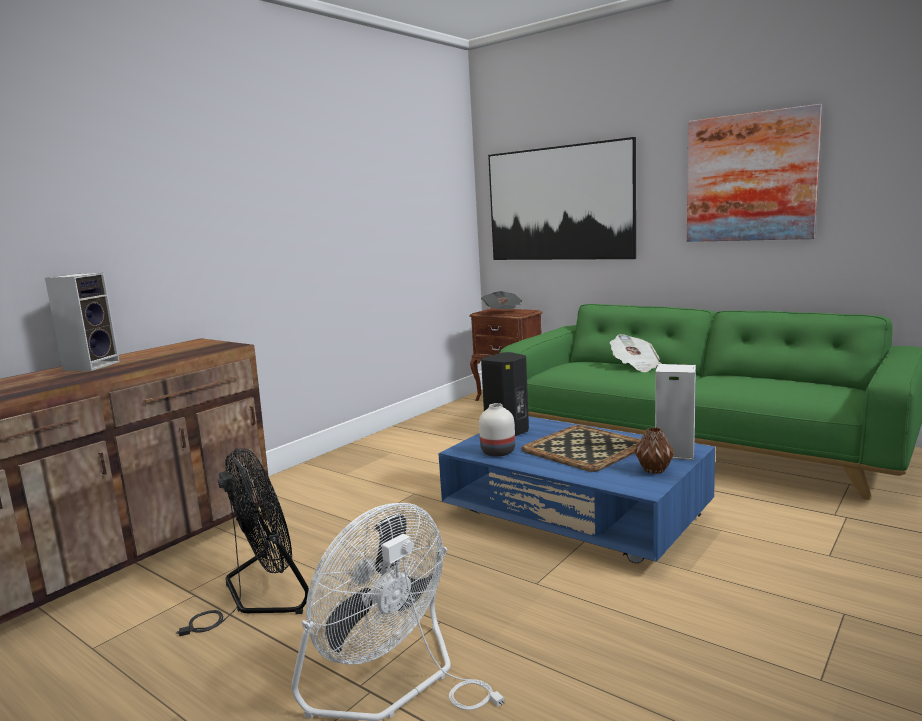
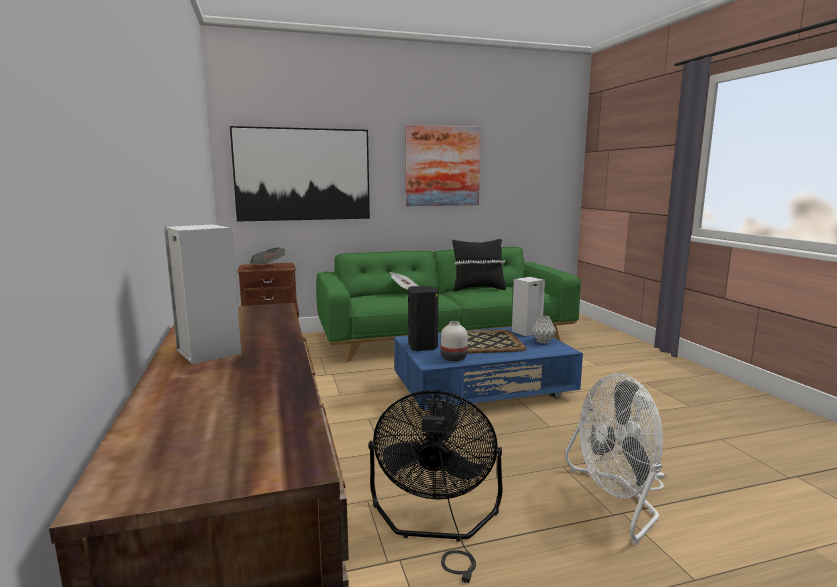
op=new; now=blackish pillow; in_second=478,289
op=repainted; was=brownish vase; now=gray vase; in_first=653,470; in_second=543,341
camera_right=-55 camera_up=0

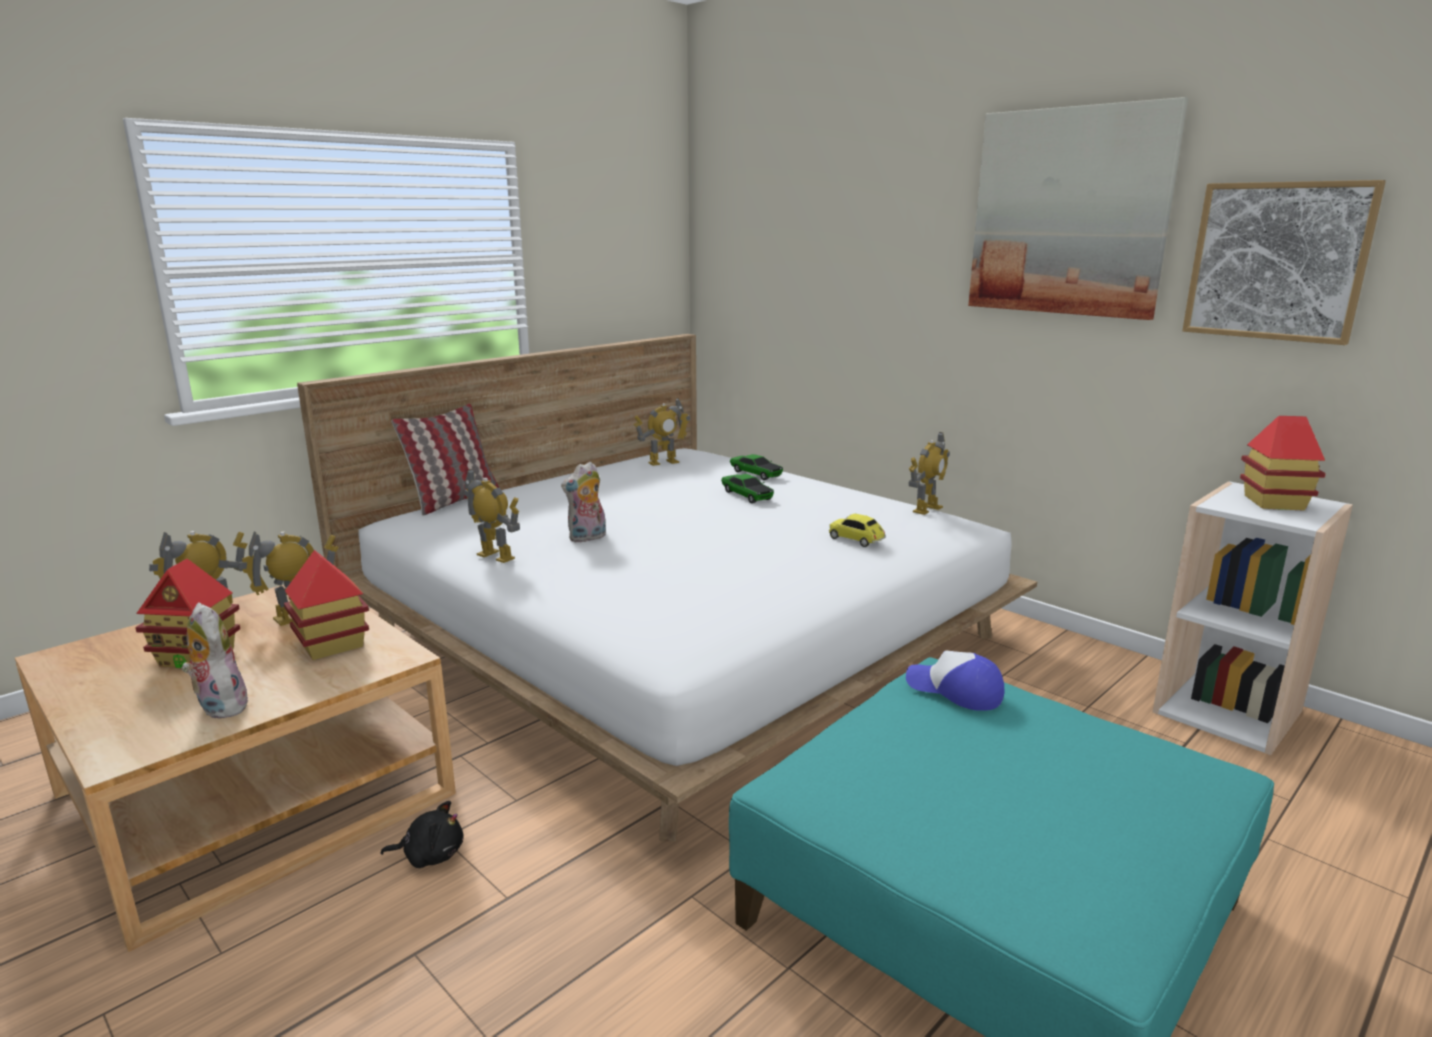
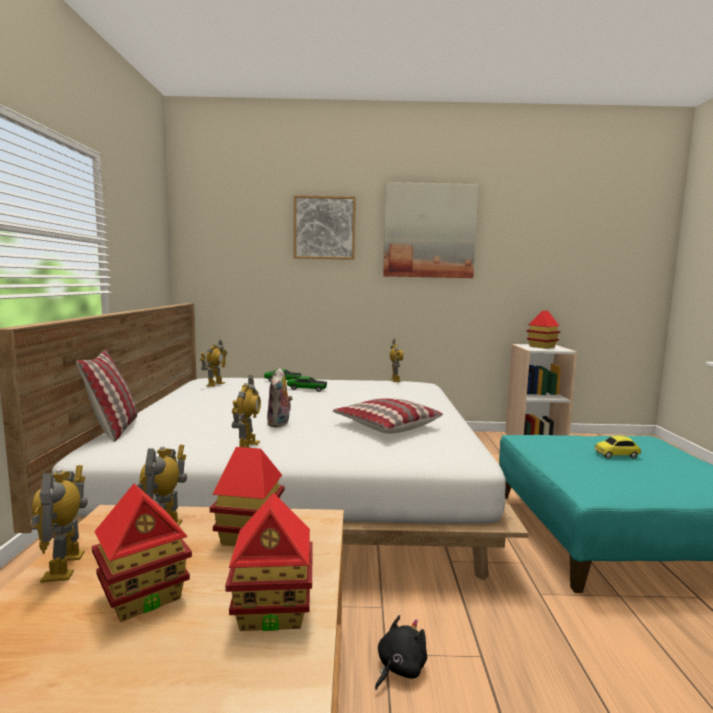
op=swapped; was=cuddly toy; now=model house; in_first=219,706; in_second=273,611
op=rotated; was=toy robot; in_first=496,556; in_second=247,446; clockwise=105
op=shifted; was=picture; in_first=1277,261; in_second=324,228
op=new; now=pillow; in_second=386,425
op=shifted; was=model car; in_first=856,540; in_second=617,455
op=gone; was=peaked cap; in_first=954,690
camera_right=-45 camera_up=-10

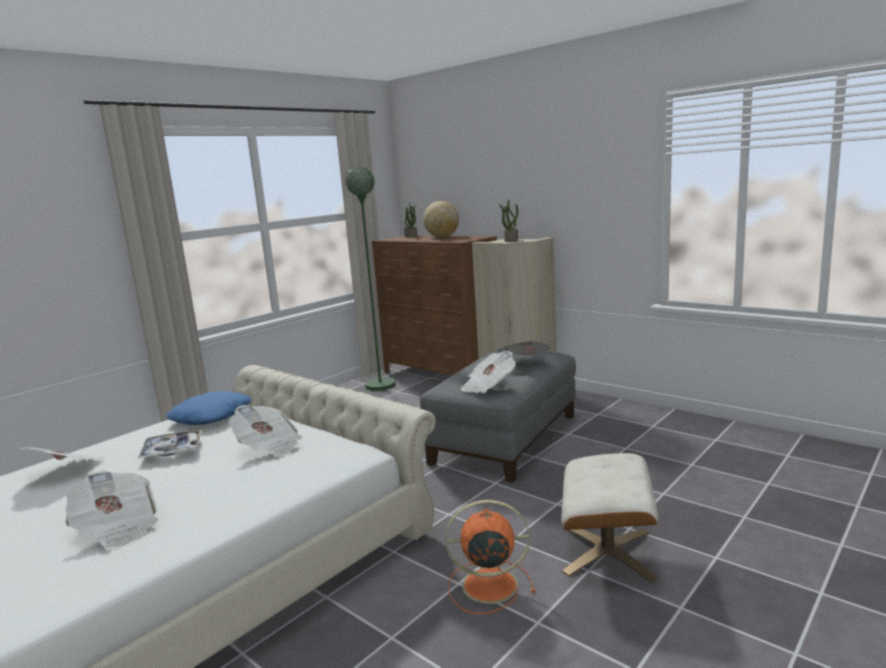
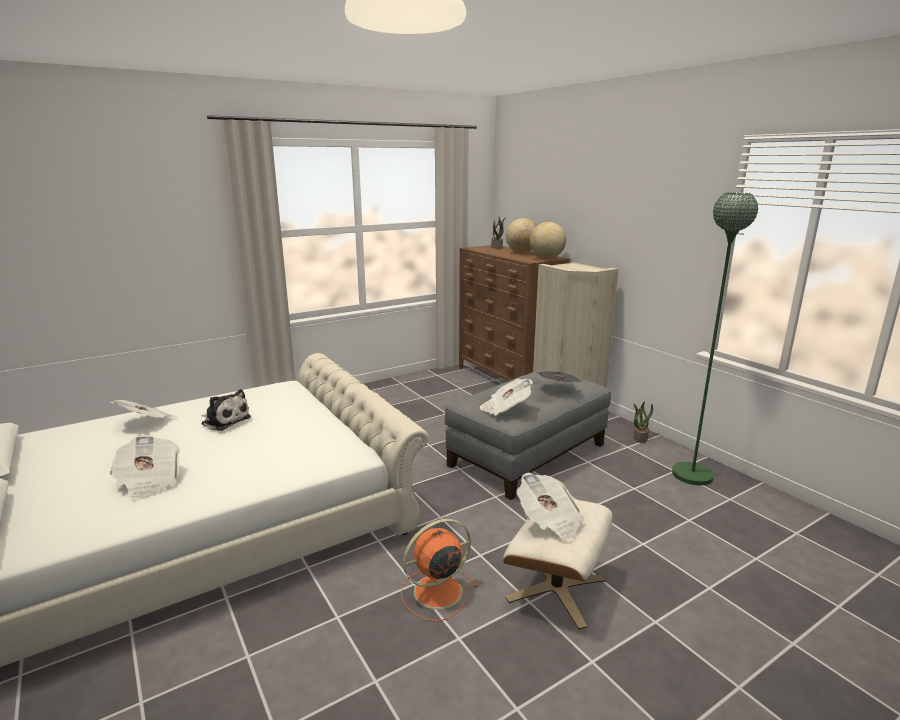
op=swapped; was=carrying tray; now=cuddly toy; in_first=172,450; in_second=225,420
op=rotated; was=orange-coloured cooling fan; in_first=487,585; in_second=435,592; clockwise=-45
op=shifted; was=newspaper; in_first=268,447; in_second=549,521
op=new; now=world globe; in_second=546,258
op=shifted; was=plant in a pot; in_first=510,240; in_second=640,437
op=shifted; was=green-coloured standard lamp; in_first=380,385; in_second=692,475
op=gone; was=blue pillow; in_first=210,416
camera_right=15 camera_up=5

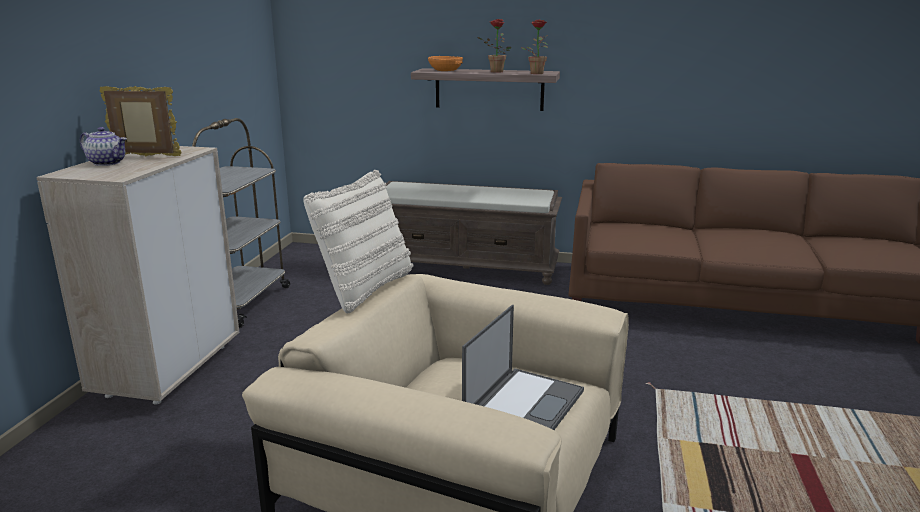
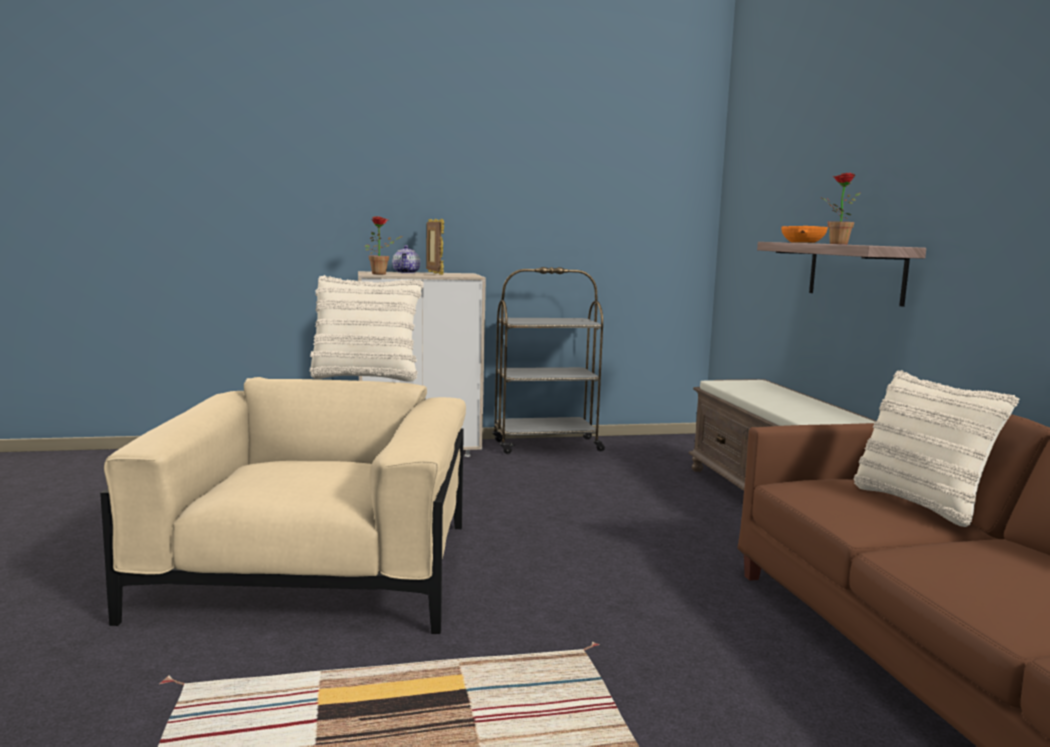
op=shifted; was=plant in a pot; in_first=536,73; in_second=382,274
op=new; now=beige-coloured pillow; in_second=921,505
op=gone; was=notebook computer; in_first=524,404
camera_right=65 camera_up=-10

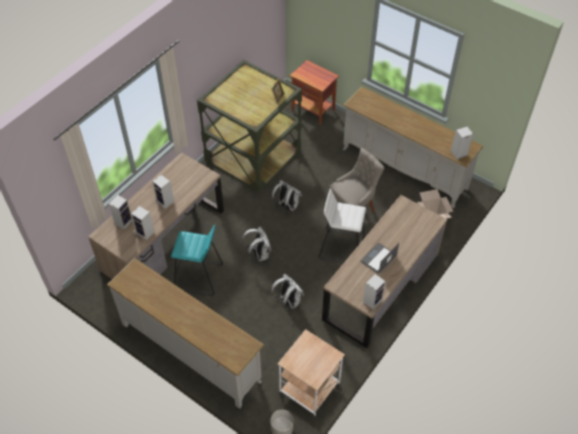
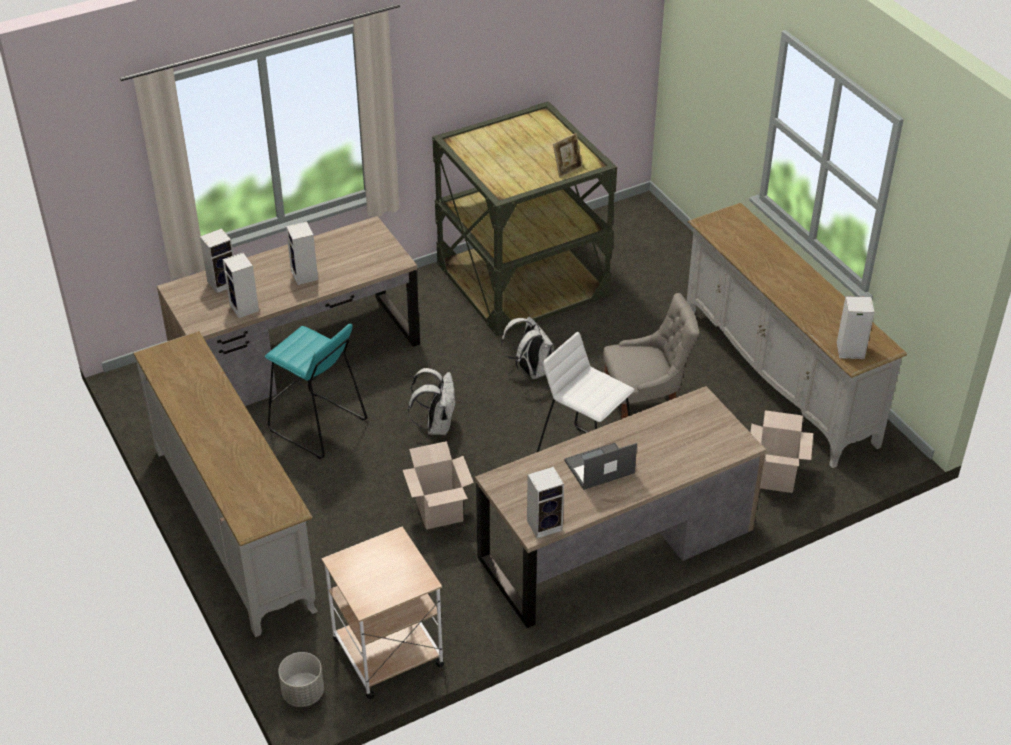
op=swapped; was=white backpack; now=packing box; in_first=288,301; in_second=439,511
op=gone; was=nightstand; in_first=313,110
camera_right=25 camera_up=-10

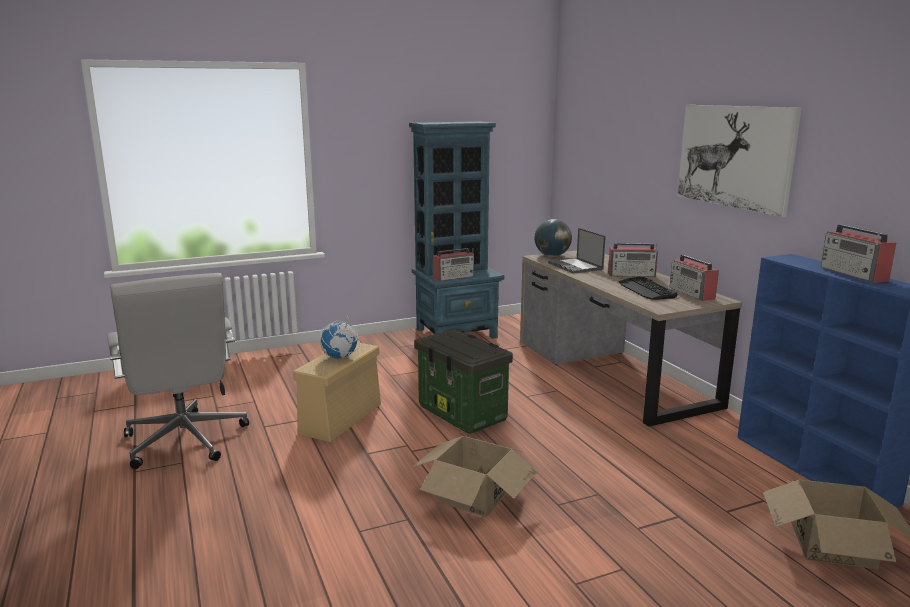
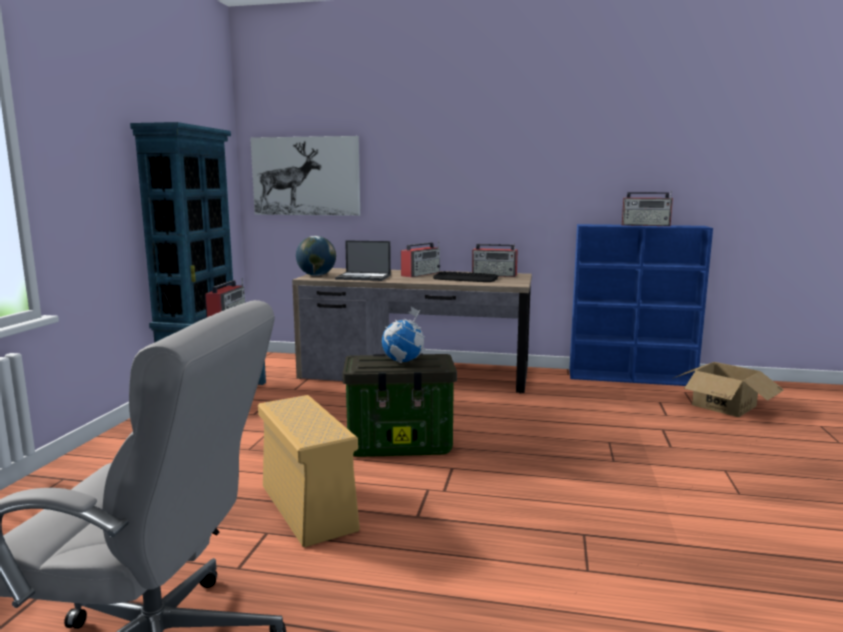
op=shifted; was=picture; in_first=734,156; in_second=306,176
op=shifted; was=world globe; in_first=340,357; in_second=403,361
op=gone; was=packing box; in_first=473,494
camera_right=-55 camera_up=-5

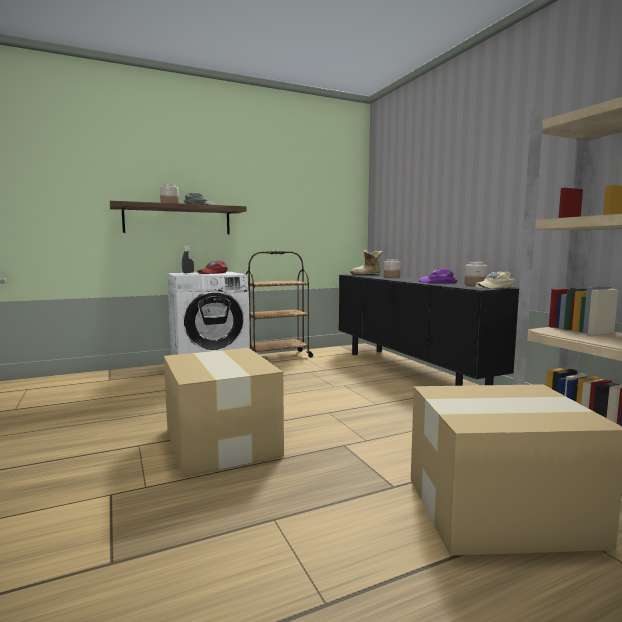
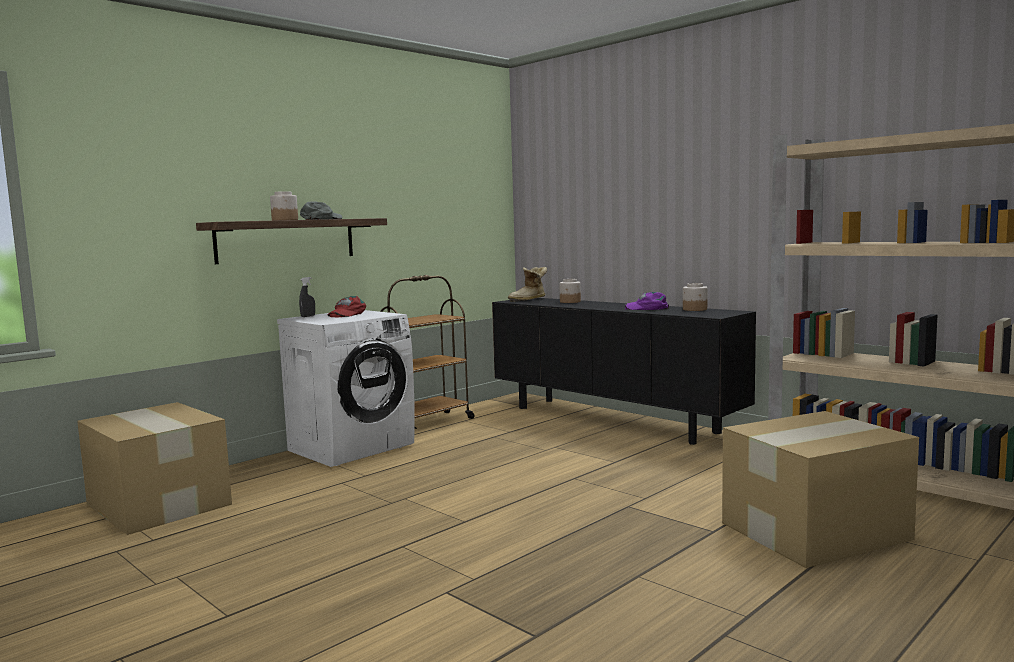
op=shifted; was=packing box; in_first=222,441; in_second=159,503
op=gone; was=beige-coloured peaked cap; in_first=494,287
camera_right=-20 camera_up=0

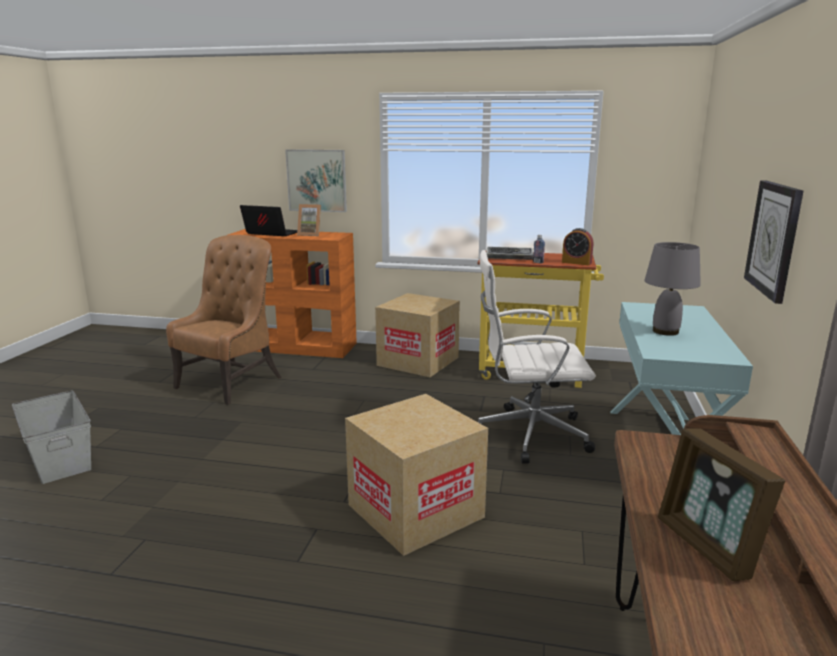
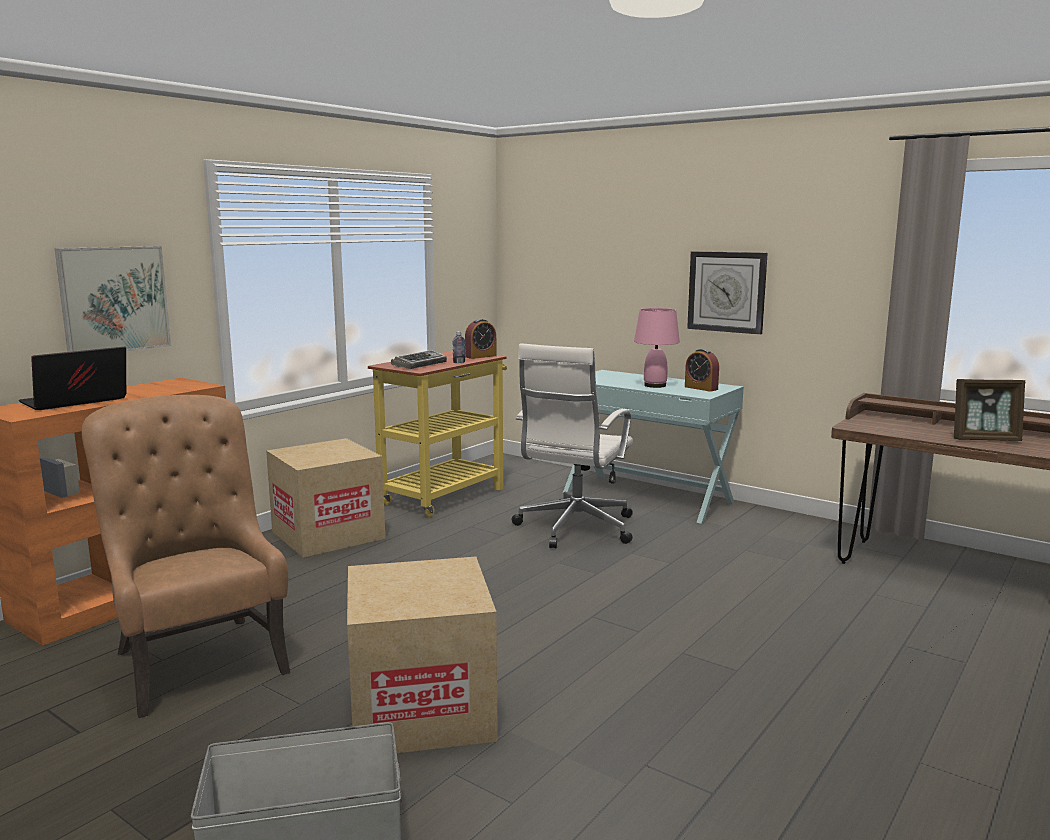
op=shifted; was=packing box; in_first=415,511; in_second=421,710
op=repainted; was=gray tabletop lamp; now=pinkish tabletop lamp; in_first=665,331; in_second=654,385
op=new; now=alarm clock; in_second=701,388
op=gone; was=photo frame; in_first=310,234
camera_right=-65 camera_up=-5

